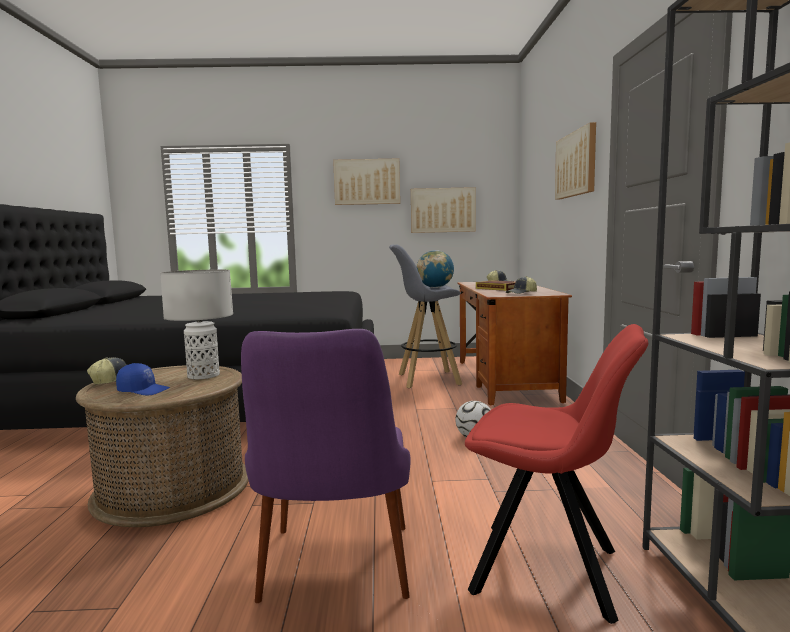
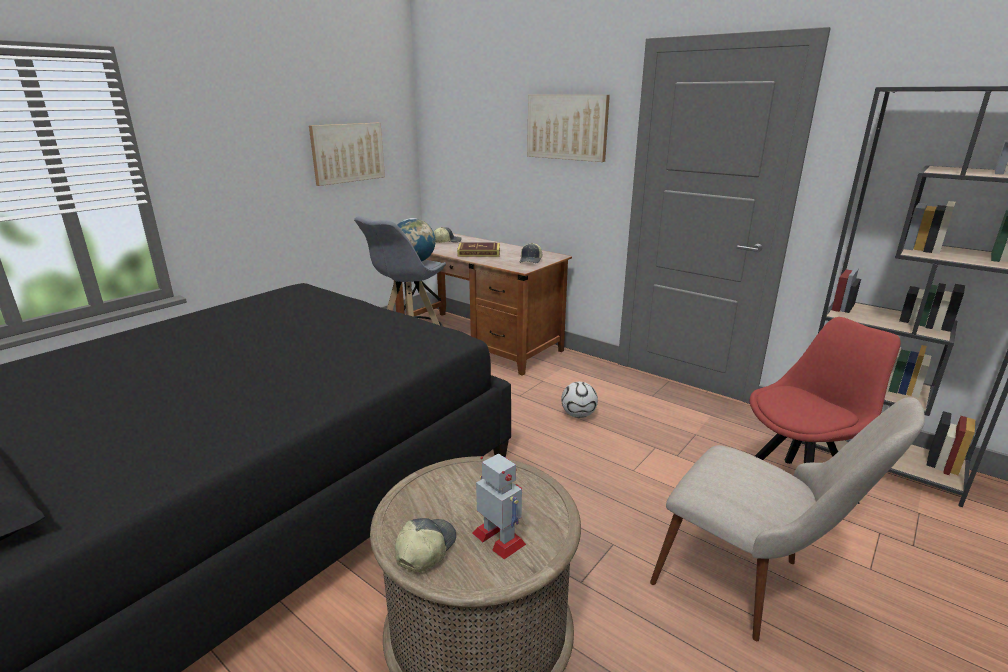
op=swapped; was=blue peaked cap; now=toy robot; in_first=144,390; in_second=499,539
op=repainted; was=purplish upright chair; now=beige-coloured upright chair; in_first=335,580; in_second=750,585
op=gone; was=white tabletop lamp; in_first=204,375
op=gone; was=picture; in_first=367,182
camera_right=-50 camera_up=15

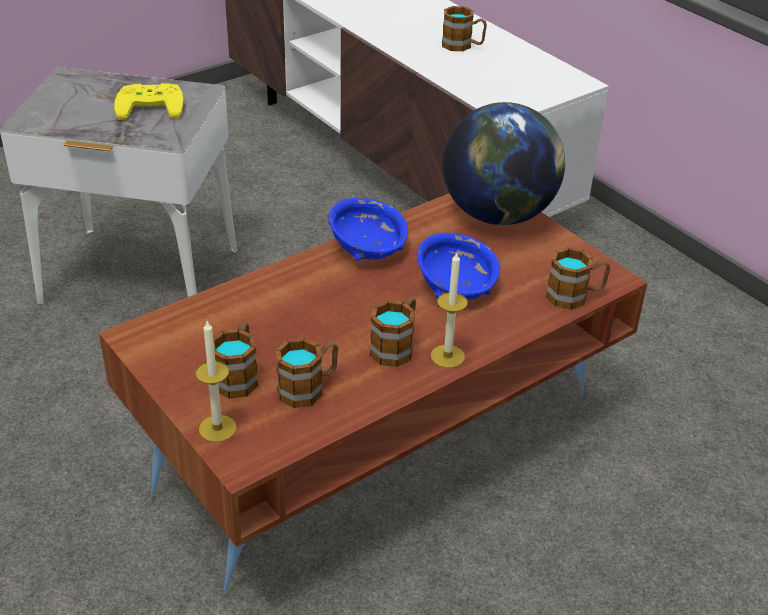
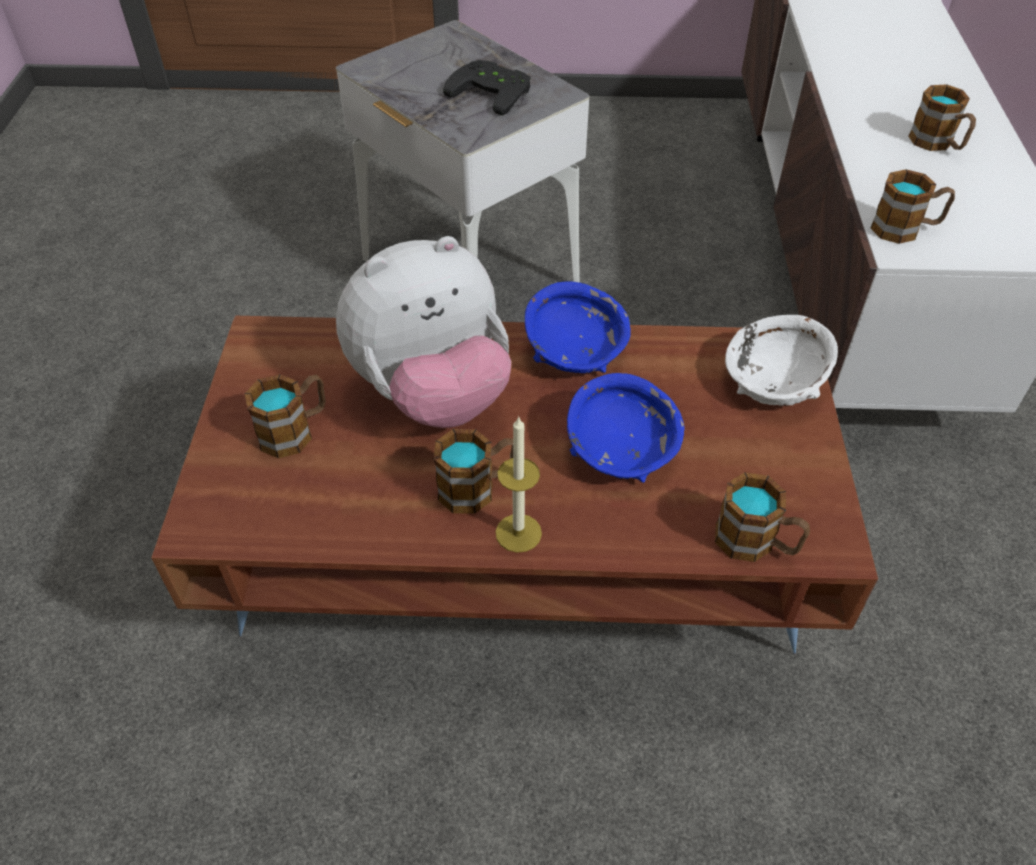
op=new; now=cuddly toy; in_second=432,394
op=repainted; was=yellow joypad; now=blackish joypad; in_first=151,105; in_second=493,91
op=swapped; was=world globe; now=white deep dish; in_first=498,214; in_second=774,383
op=shifted; was=tea mug; in_first=308,388; in_second=905,229
op=gone; was=wax candle; in_first=217,428
camera_right=40 camera_up=10

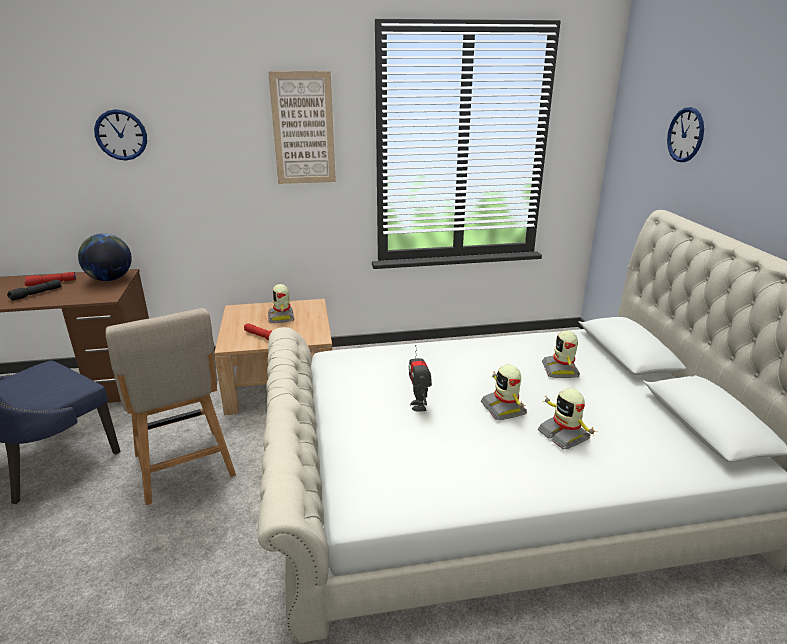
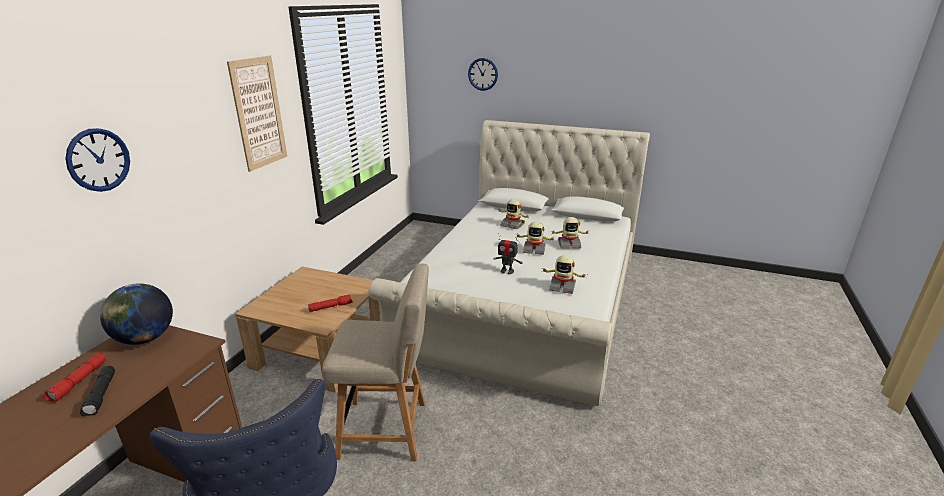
op=shifted; was=toy robot; in_first=282,317; in_second=562,287
camera_right=-60 camera_up=0

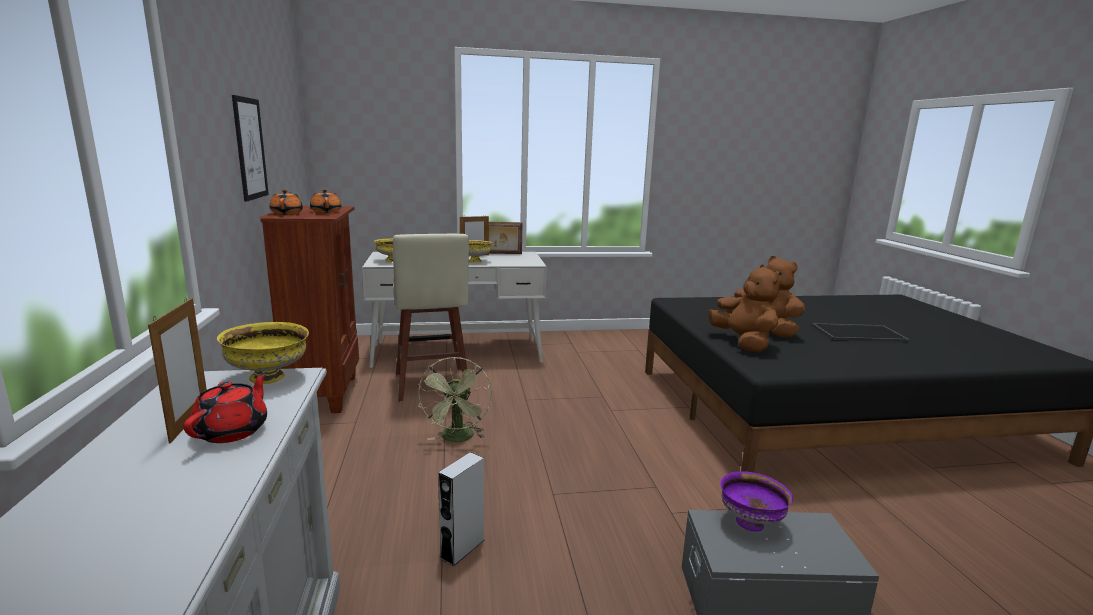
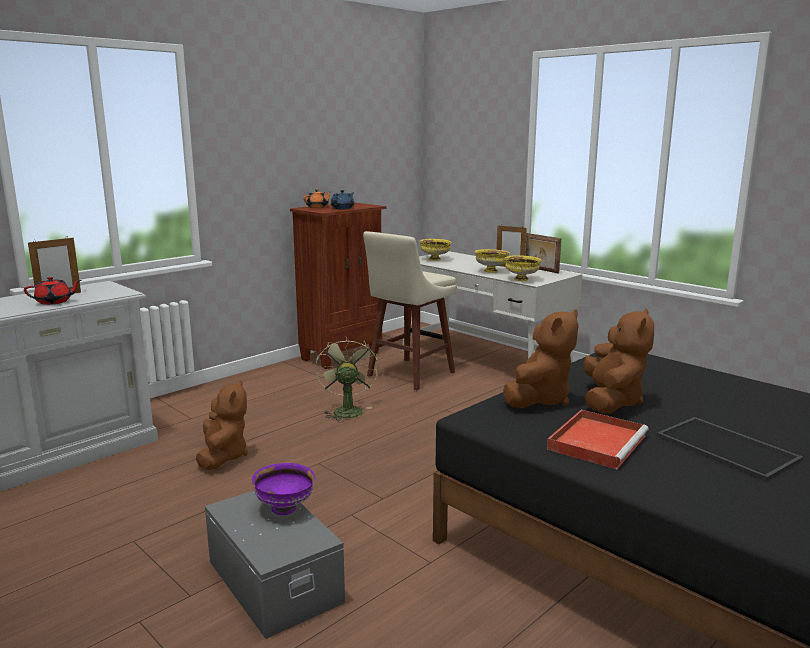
op=swapped; was=gray loudspeaker; now=brownish cuddly toy; in_first=462,549; in_second=223,456
op=rotated; was=green-coloured cooling fan; in_first=457,439; in_second=346,410; clockwise=120
op=repainted; was=orange-coloured teapot; now=blue teapot; in_first=326,212; in_second=343,208
op=shifted; was=yellow deep dish; in_first=269,377; in_second=522,279
op=new; now=red carrying tray; in_second=597,441
op=gone; was=picture; in_first=250,148
camera_right=55 camera_up=0

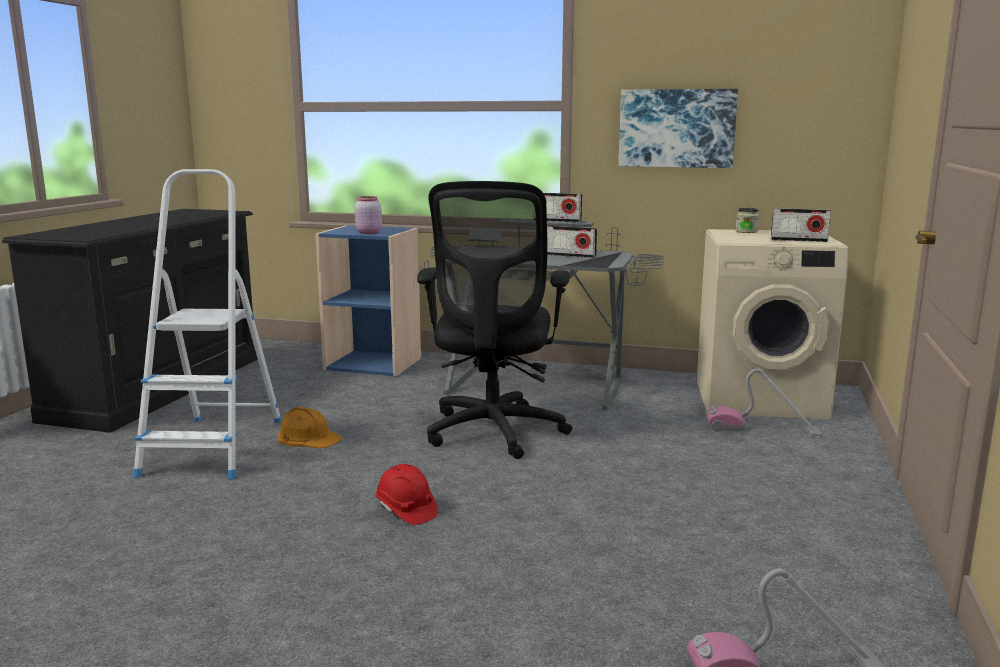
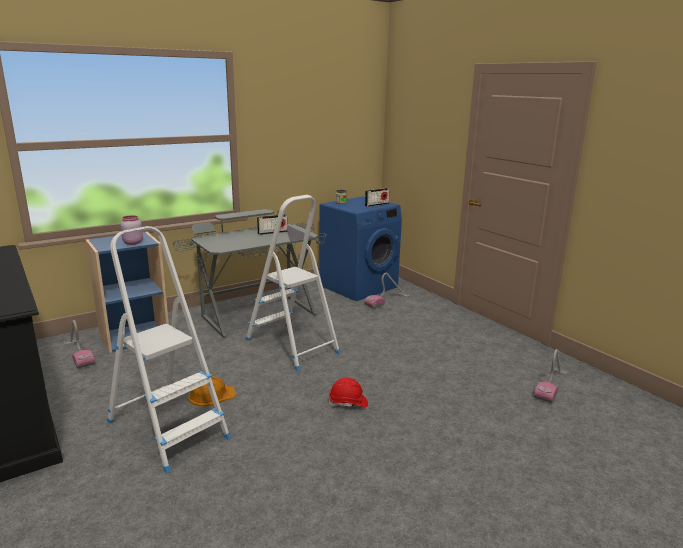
op=new; now=vacuum; in_second=78,354
op=swapped; was=blackish computer chair; now=white stepladder; in_first=494,428; in_second=291,345
op=repainted; was=beige-coloured laundry machine; now=blue laundry machine; in_first=760,399; in_second=359,286
op=gone; was=radio set; in_first=557,221
op=gone; was=picture; in_first=677,128
camera_right=-50 camera_up=5

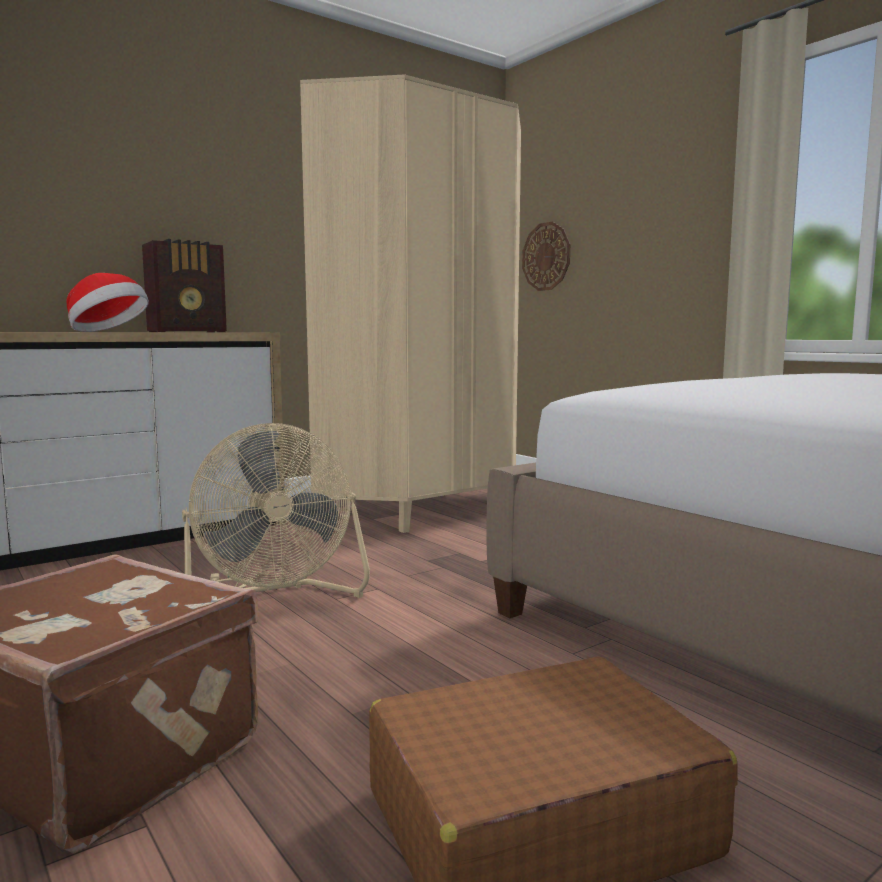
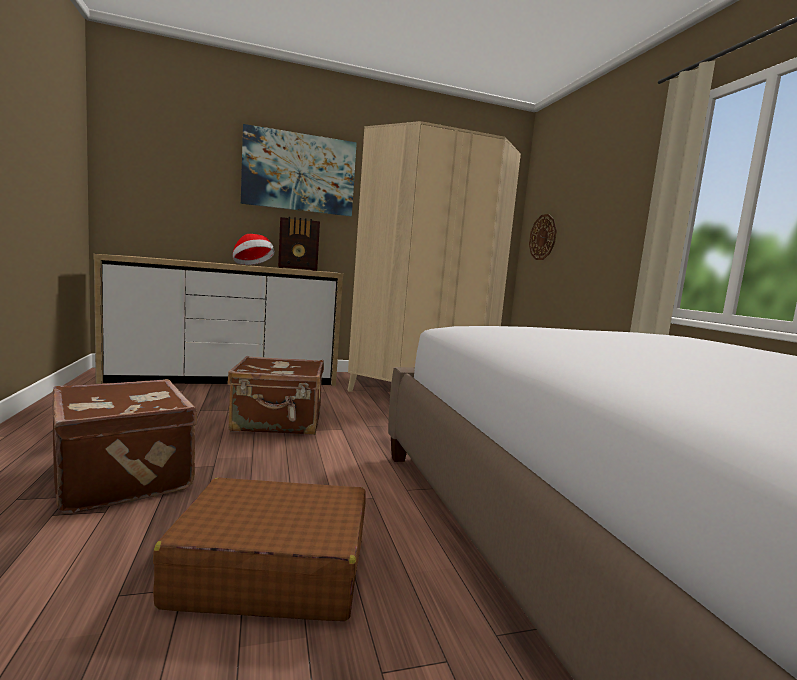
op=swapped; was=beige-coloured cooling fan; now=brownish piece of luggage; in_first=266,600; in_second=278,423
op=new; now=picture; in_second=299,172
camera_right=20 camera_up=0

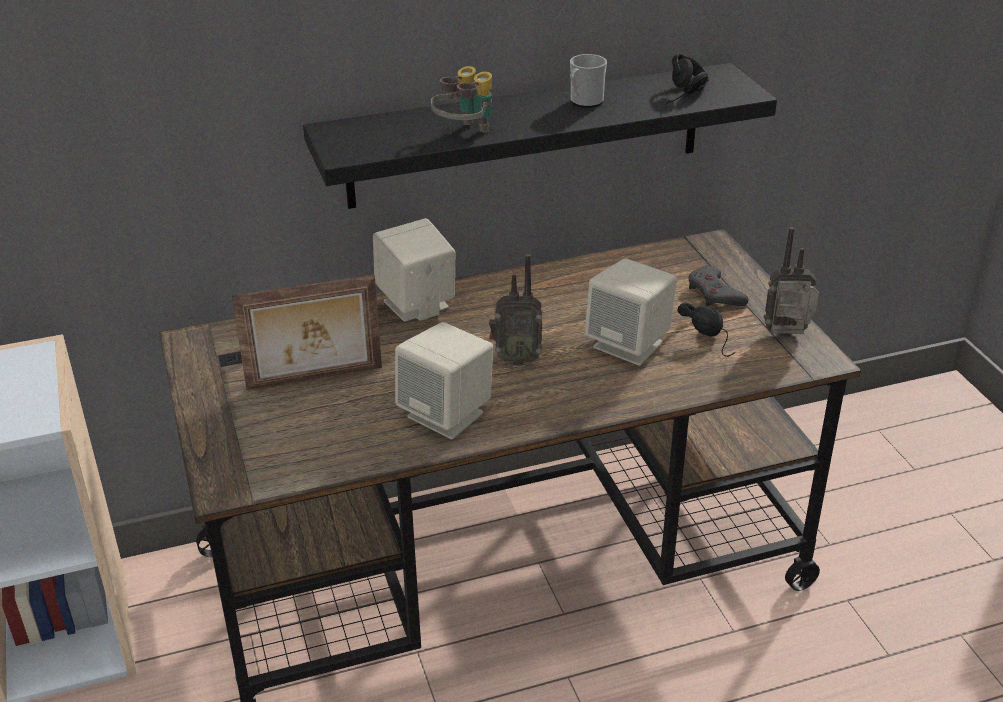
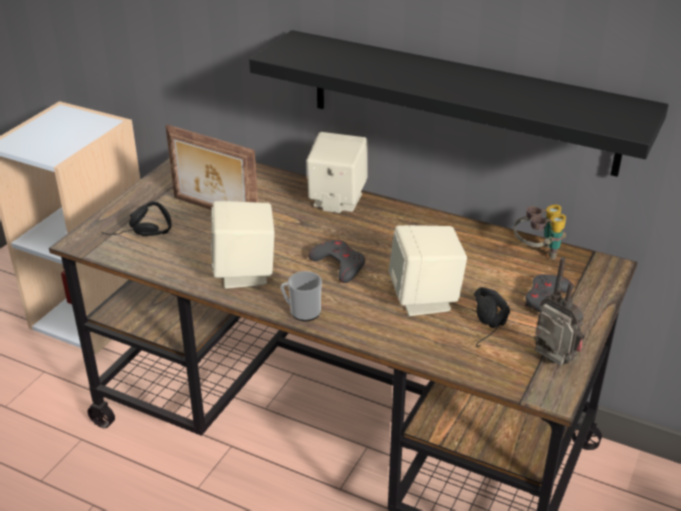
op=shifted; was=blackish headphones; in_first=687,95; in_second=139,235
op=shifted; was=tea mug; in_first=584,102; in_second=301,312
op=swapped; was=radio set; now=gray joypad; in_first=516,359; in_second=339,265
op=shifted; was=binoculars; in_first=465,133; in_second=537,252
camera_right=45 camera_up=0

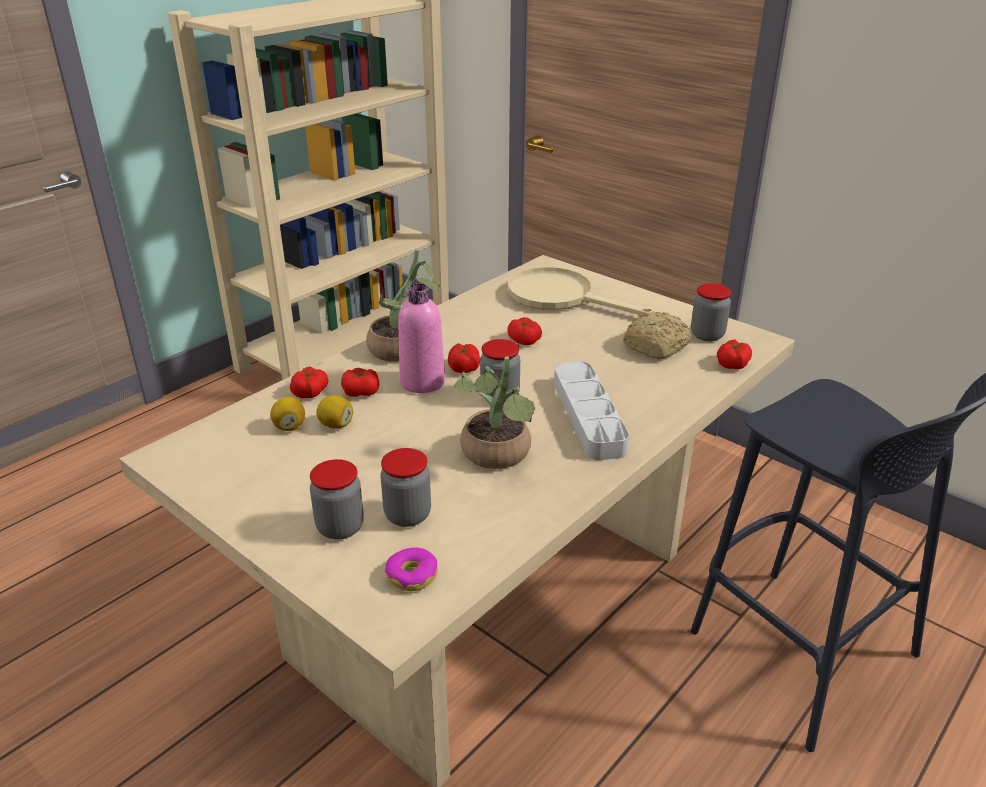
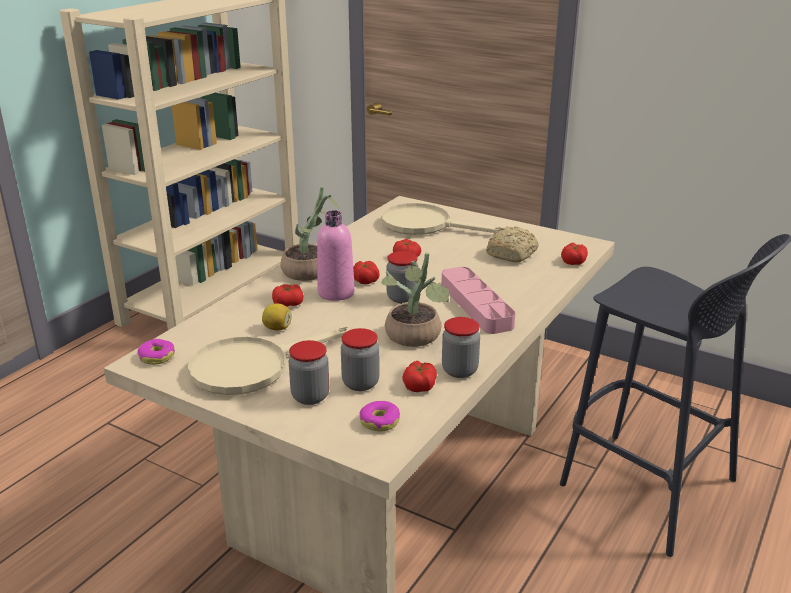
op=new; now=doughnut; in_second=157,357
op=new; now=beige-coloured skillet; in_second=252,367
op=shifted; was=whole tomato; in_first=310,392; in_second=419,385
op=repainted; was=gray carrying tray; now=pinkish carrying tray; in_first=588,416; in_second=476,305
op=shifted; was=storage jar; in_first=707,335; in_second=459,370
op=gone; was=lemon; in_first=289,426
camera_right=-10 camera_up=-5

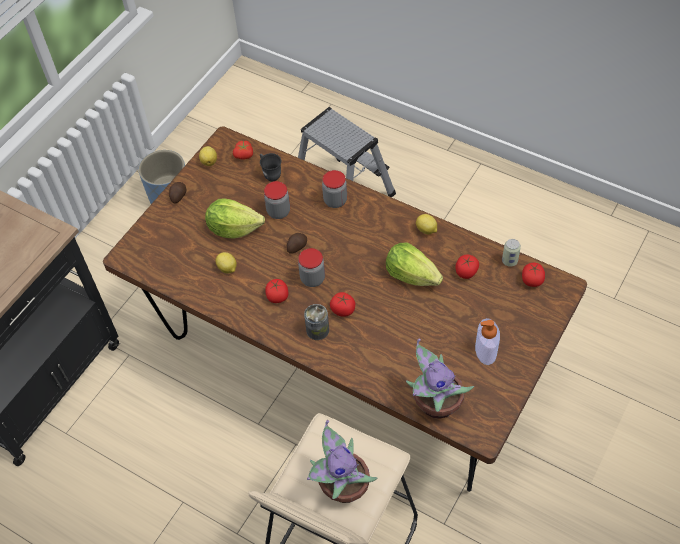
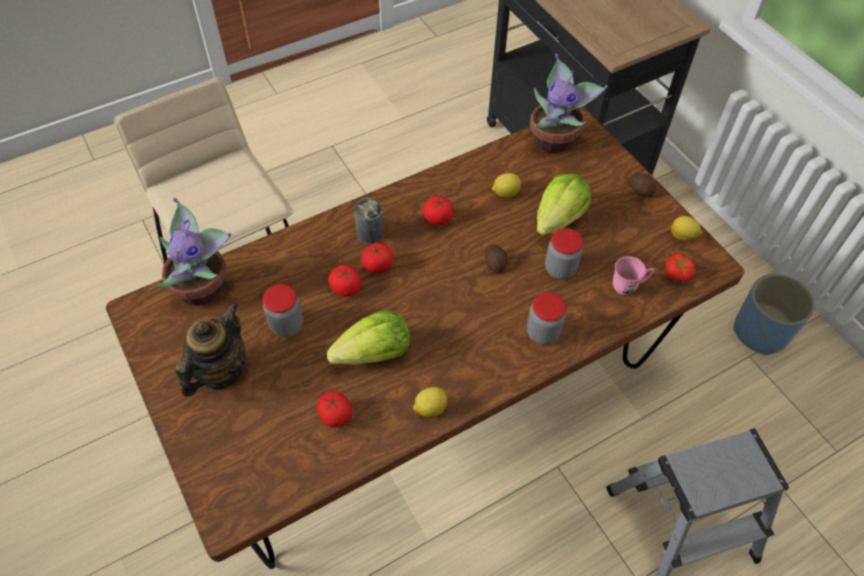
op=swapped; was=soap dispenser; now=teapot; in_first=486,350; in_second=219,371
op=shifted; was=storage jar; in_first=312,278; in_second=286,325
op=shifted; was=whole tomato; in_first=532,280; in_second=346,288
op=shifted; was=plant in a pot; in_first=342,486; in_second=555,140
op=repainted; was=gray tea mug; now=pinkish tea mug; in_first=270,174; in_second=628,286
op=gone; was=sealed can; in_first=509,261
camera_right=115 camera_up=0

